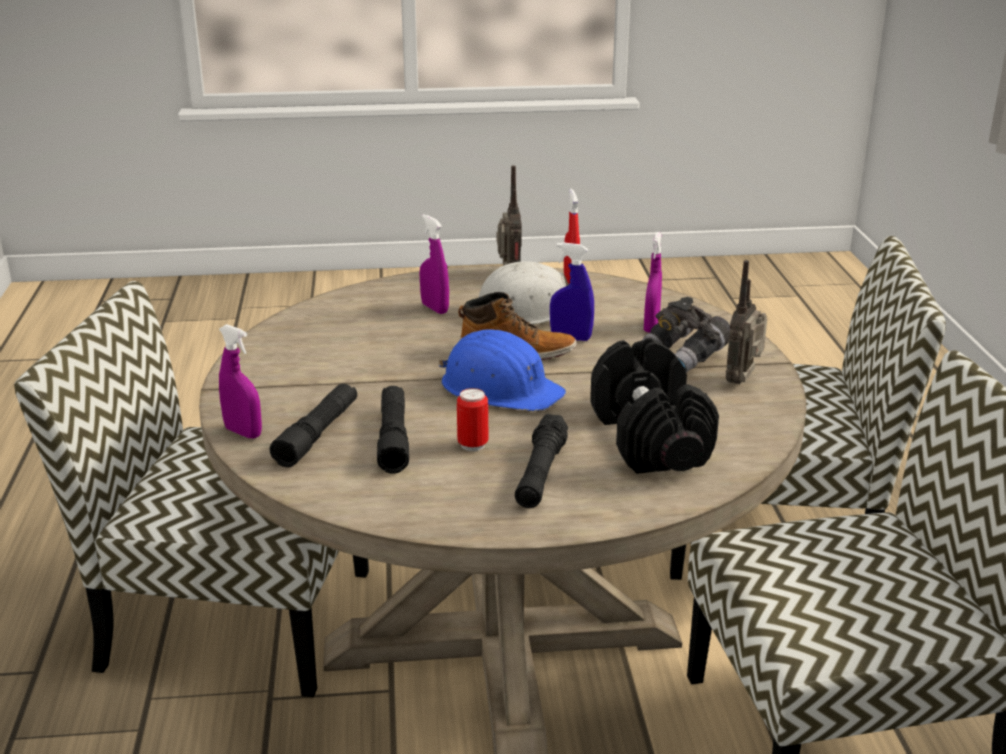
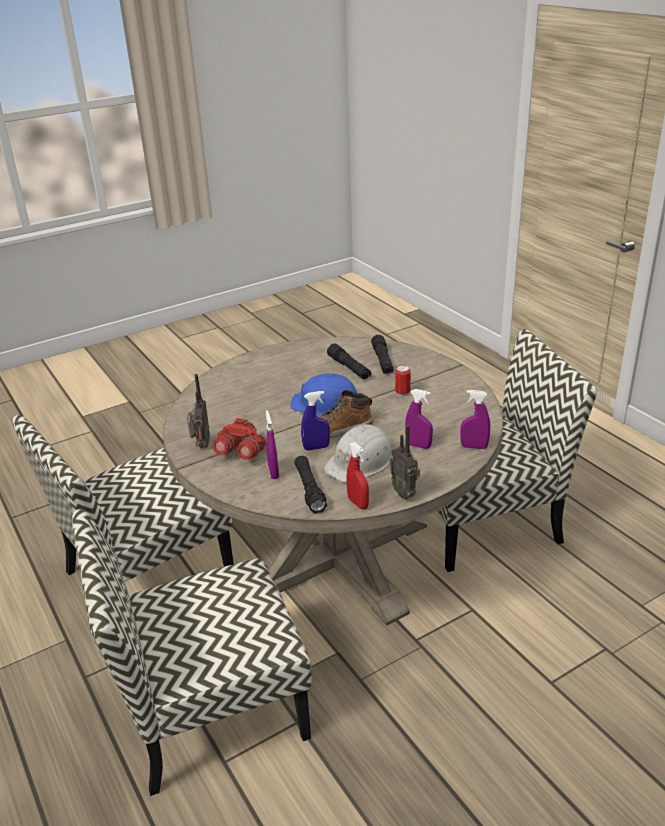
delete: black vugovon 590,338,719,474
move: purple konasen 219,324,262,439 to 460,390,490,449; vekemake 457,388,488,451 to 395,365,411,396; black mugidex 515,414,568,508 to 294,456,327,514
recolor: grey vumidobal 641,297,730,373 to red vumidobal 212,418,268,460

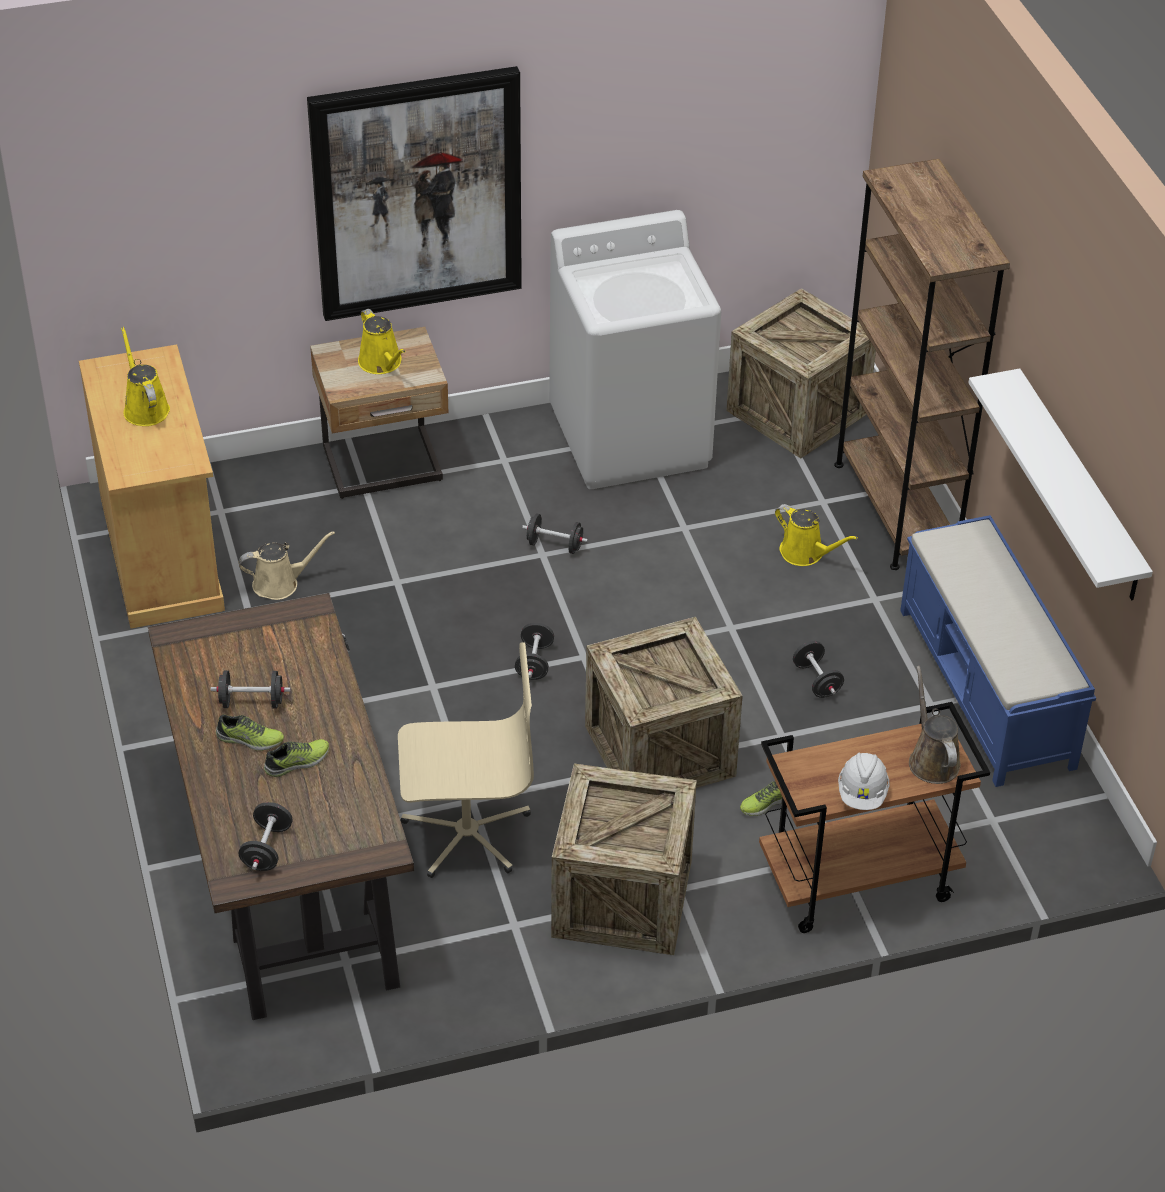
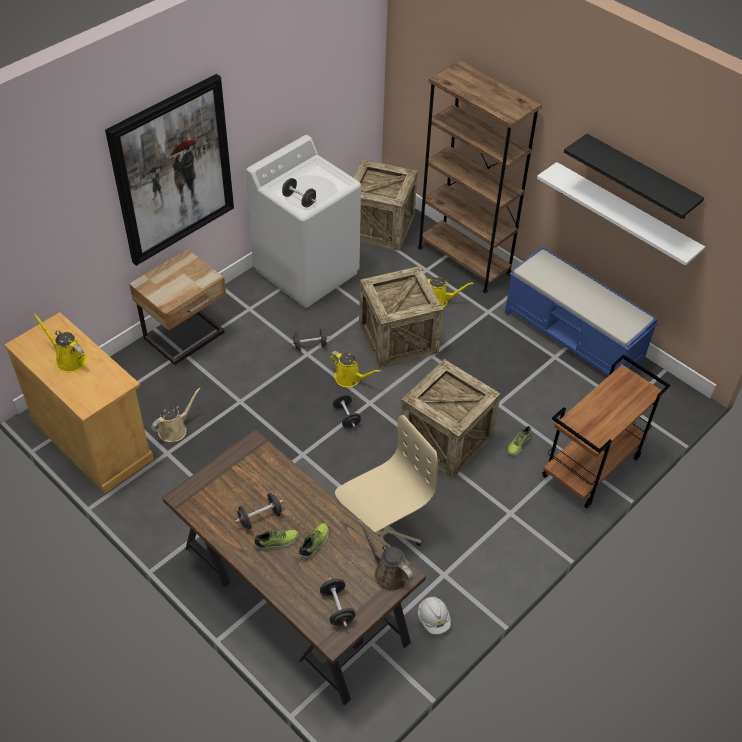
insert: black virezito 564,134,704,219
move: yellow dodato 358,309,406,374 to 330,351,381,387; black vugovon 793,641,844,698 to 282,178,316,208; brown dodato 909,666,961,784 to 358,520,413,592; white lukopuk 838,752,890,810 to 418,596,451,634; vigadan 551,763,697,955 to 359,266,444,368

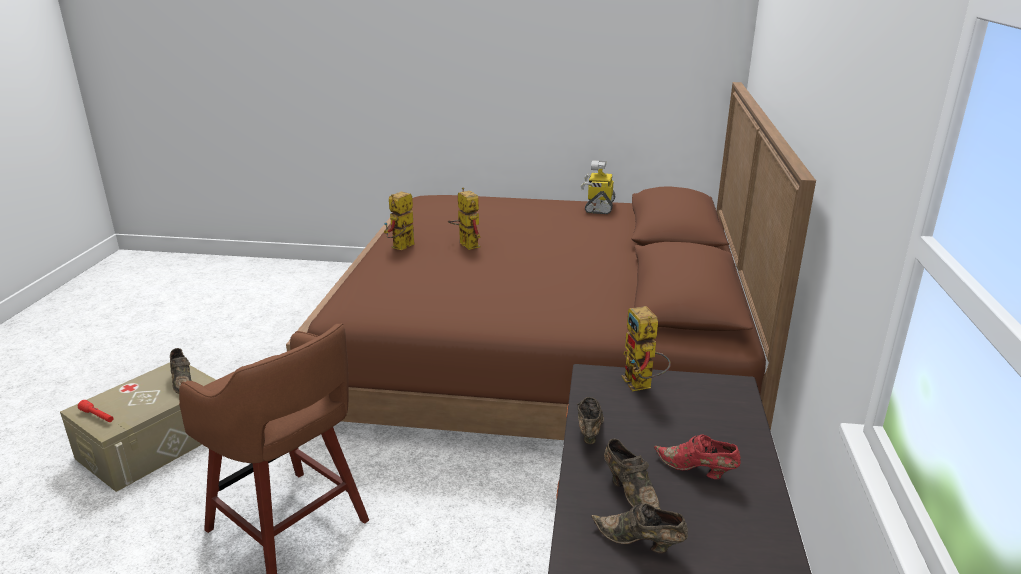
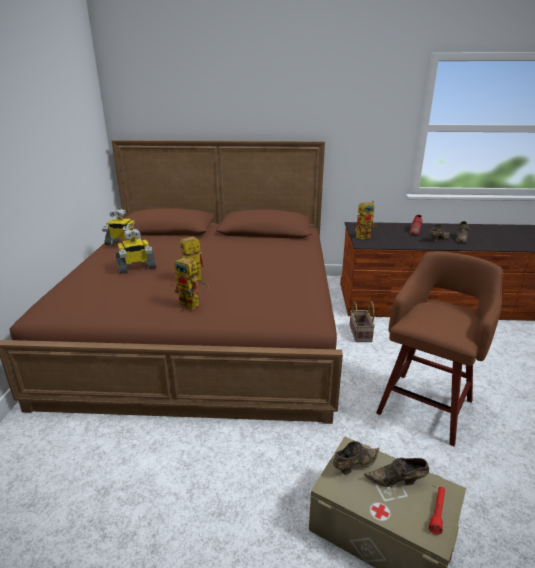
insert: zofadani 116,229,156,274; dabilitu 349,301,375,342
move: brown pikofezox 577,397,604,445 to 364,458,429,487

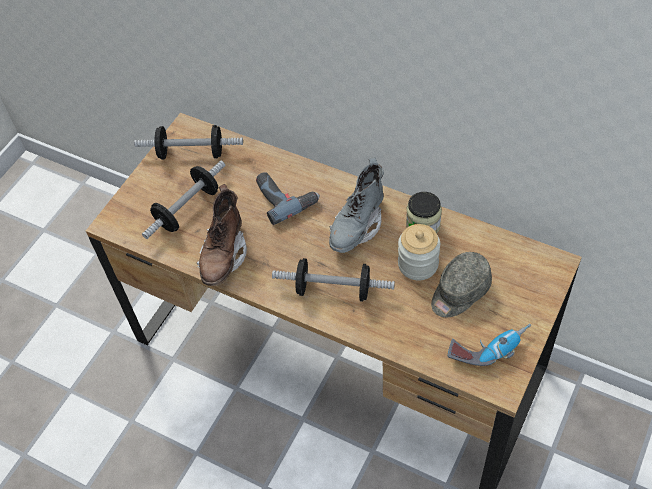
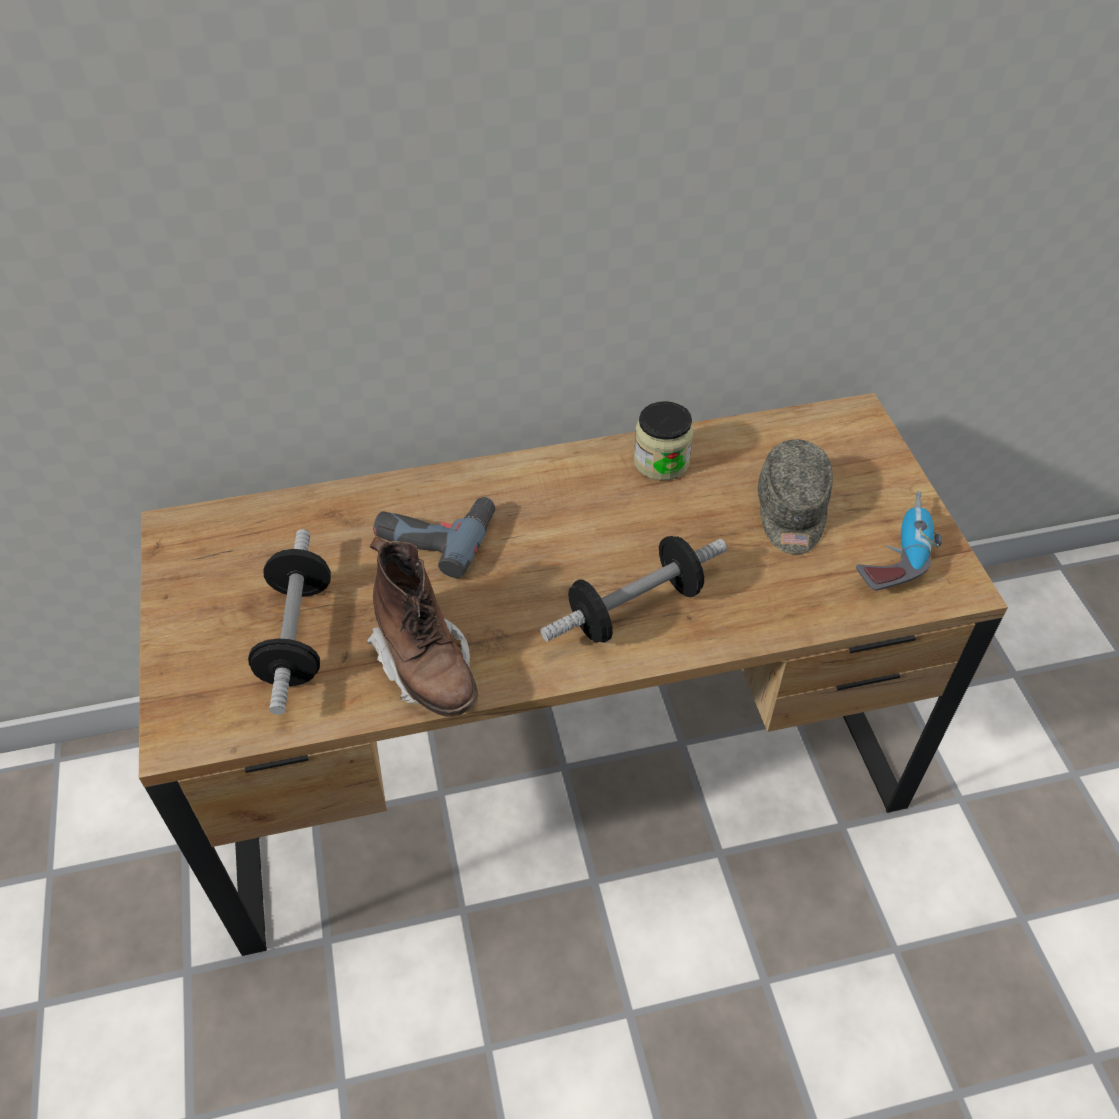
delete: vugovon 134,125,243,160; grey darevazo 329,157,384,253; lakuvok 398,224,440,281

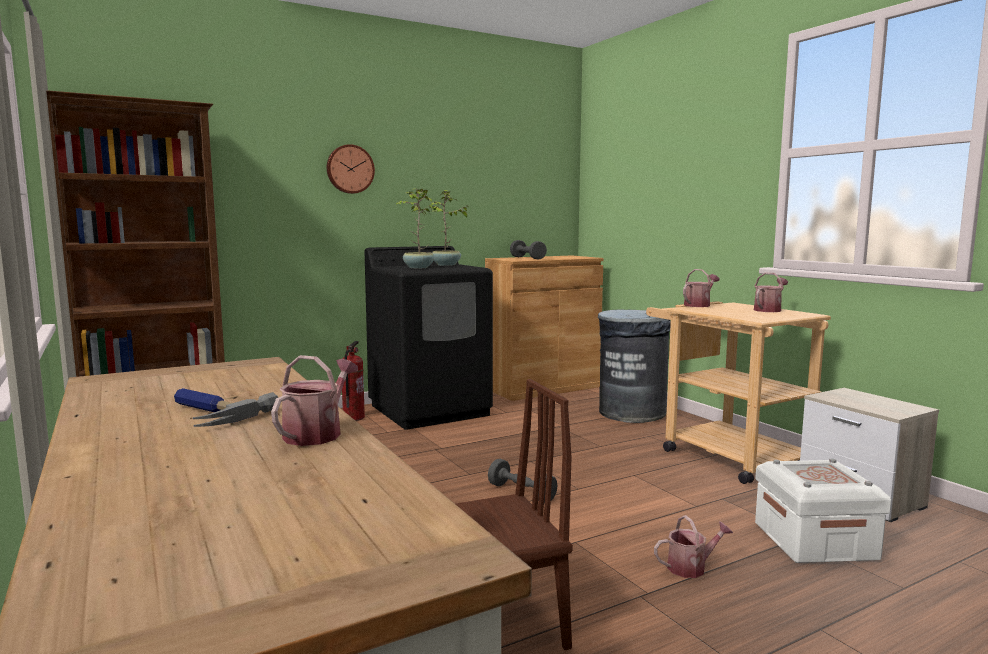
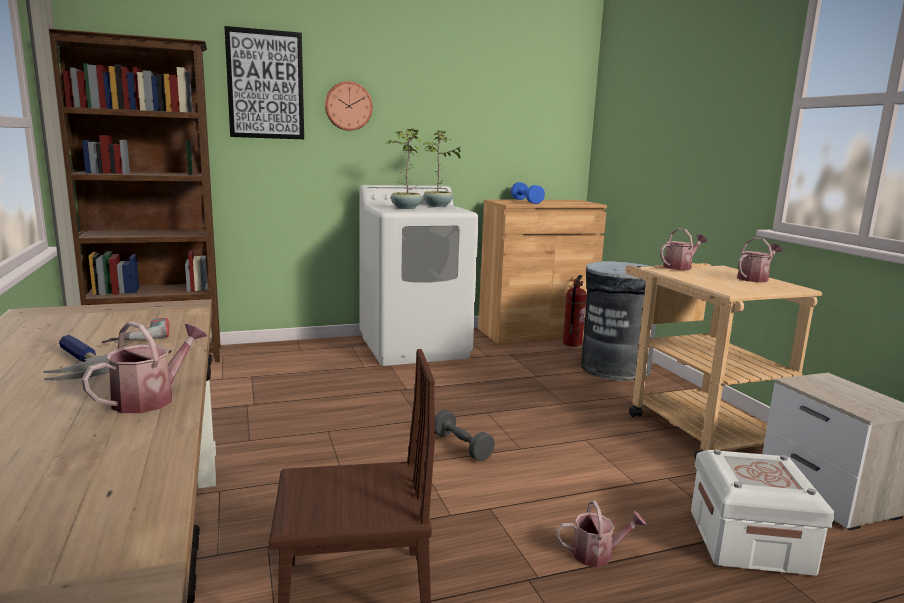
insert: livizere 224,26,304,139; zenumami 102,317,169,343
move: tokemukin 342,341,365,421 to 563,275,586,347
recolor: grey vugovon 510,240,547,260 to blue vugovon 511,182,545,204; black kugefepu 365,246,493,430 to white kugefepu 360,185,479,366

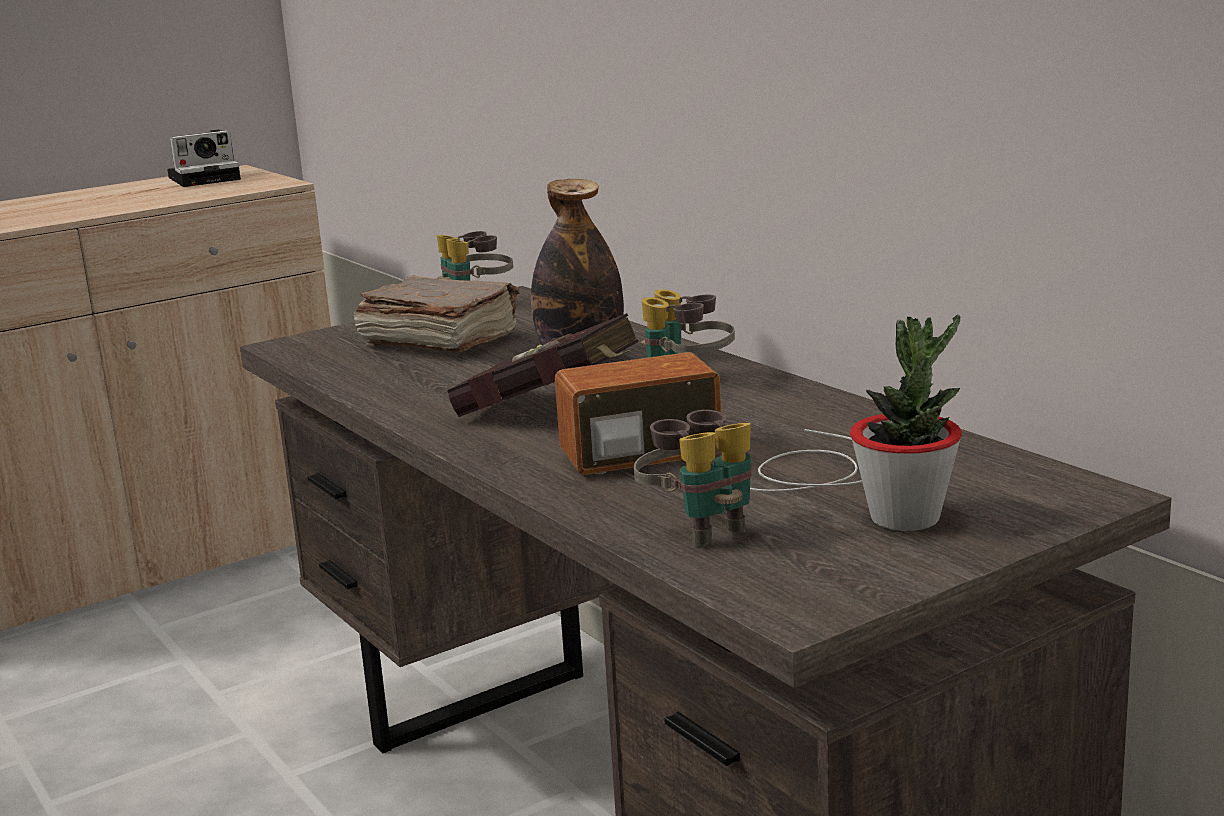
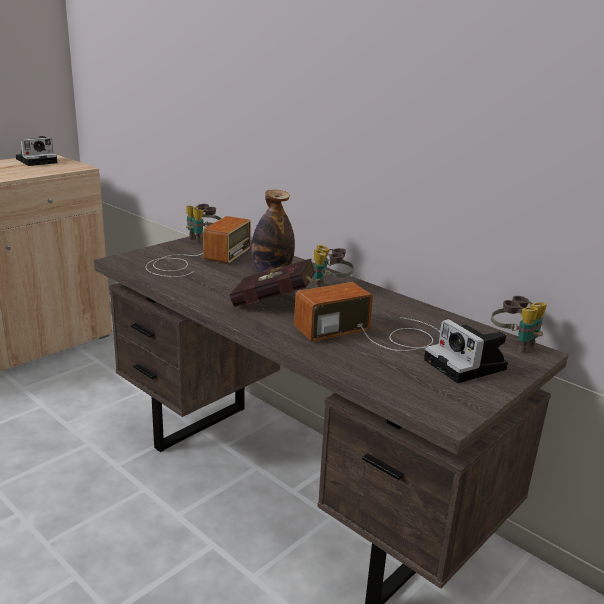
move: vumidobal 634,410,752,547 to 491,296,547,353
replace: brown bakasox 354,275,520,353 to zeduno 145,216,251,277; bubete 850,314,962,531 to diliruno 424,319,508,383

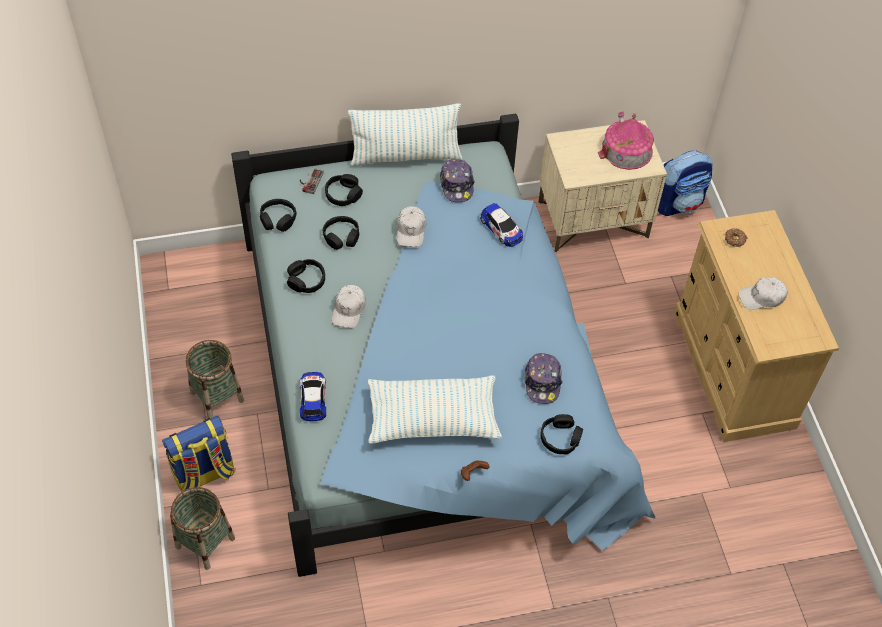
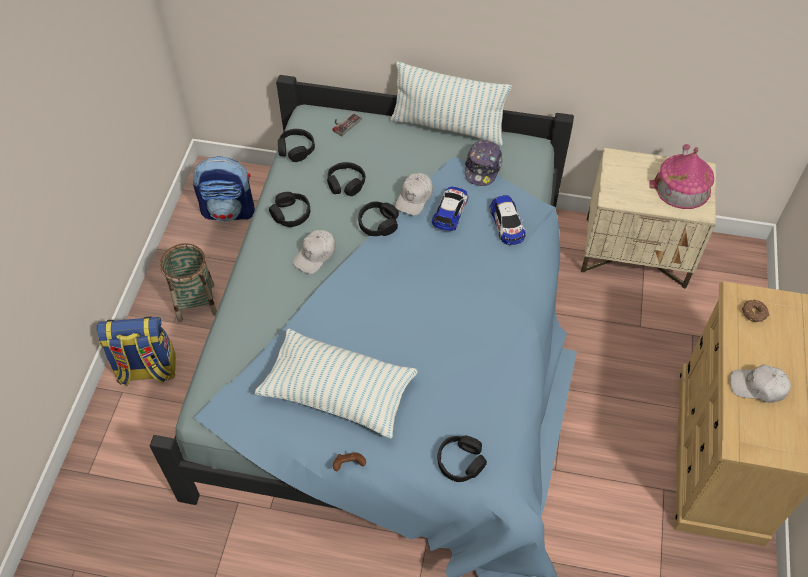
delete: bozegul 525,353,563,404; dabilitu 170,487,235,570
move: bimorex 658,150,713,216 to 193,156,255,222; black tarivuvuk 325,174,363,206 to 358,202,399,236; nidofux 299,372,326,422 to 432,187,468,231

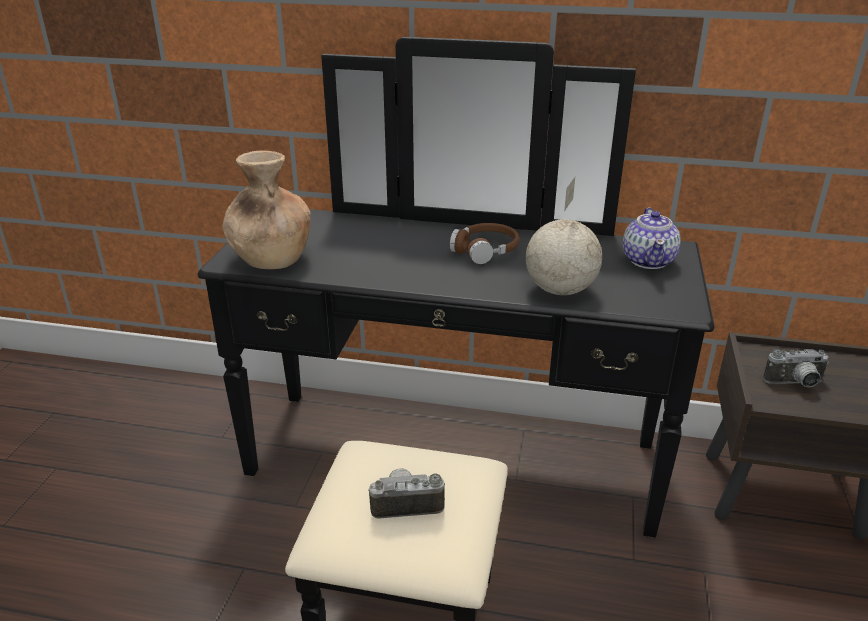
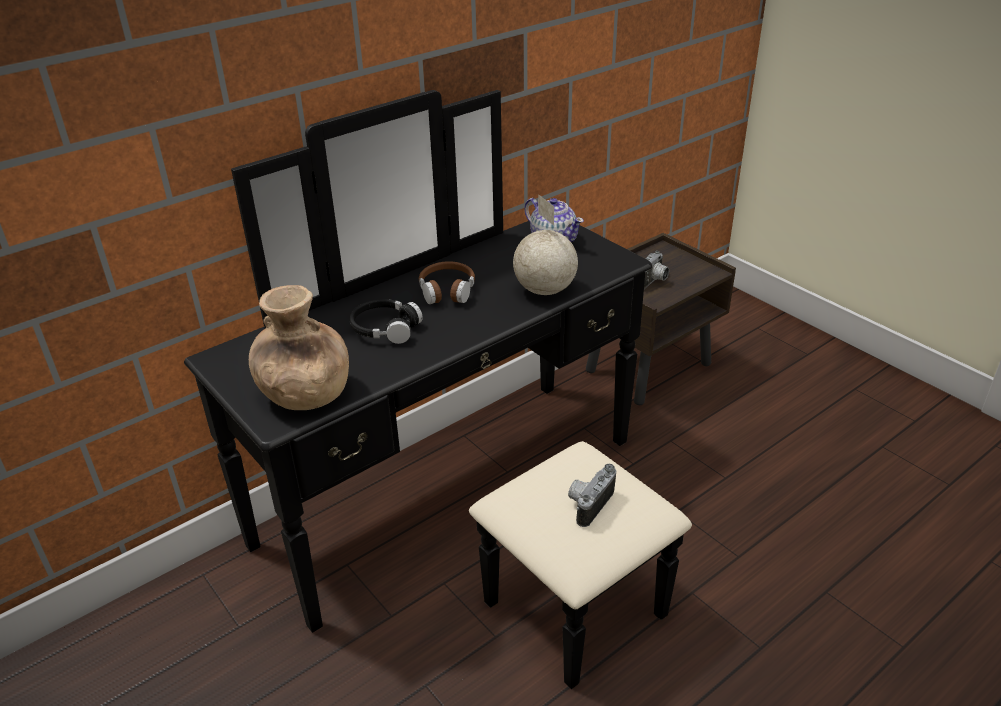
insert: black tarivuvuk 349,299,423,344

